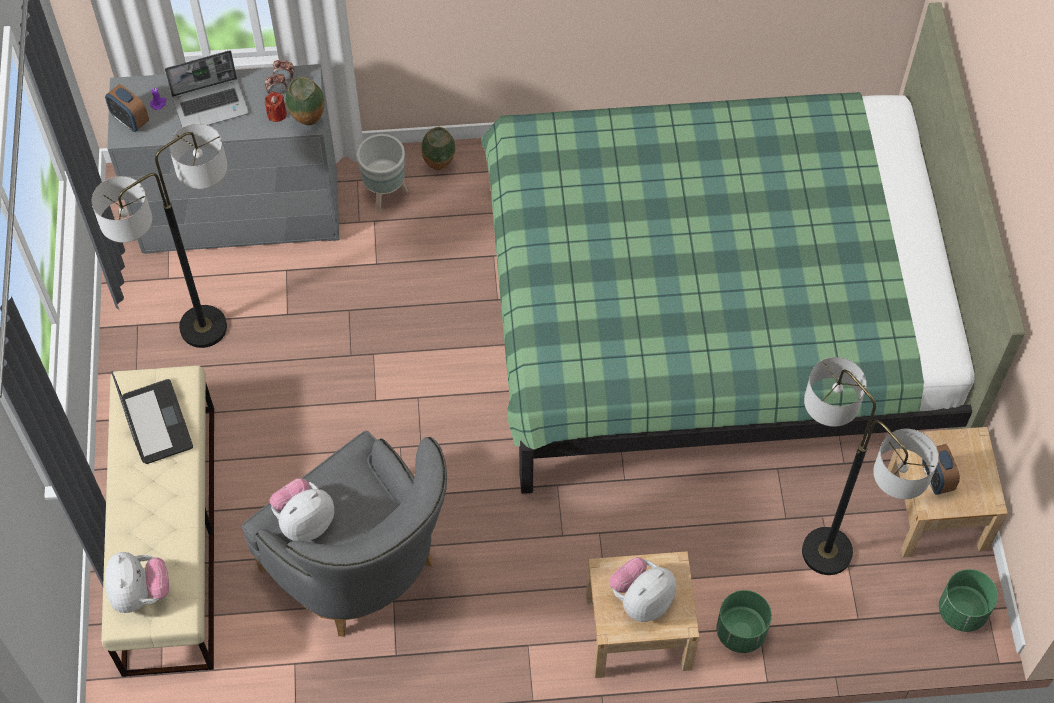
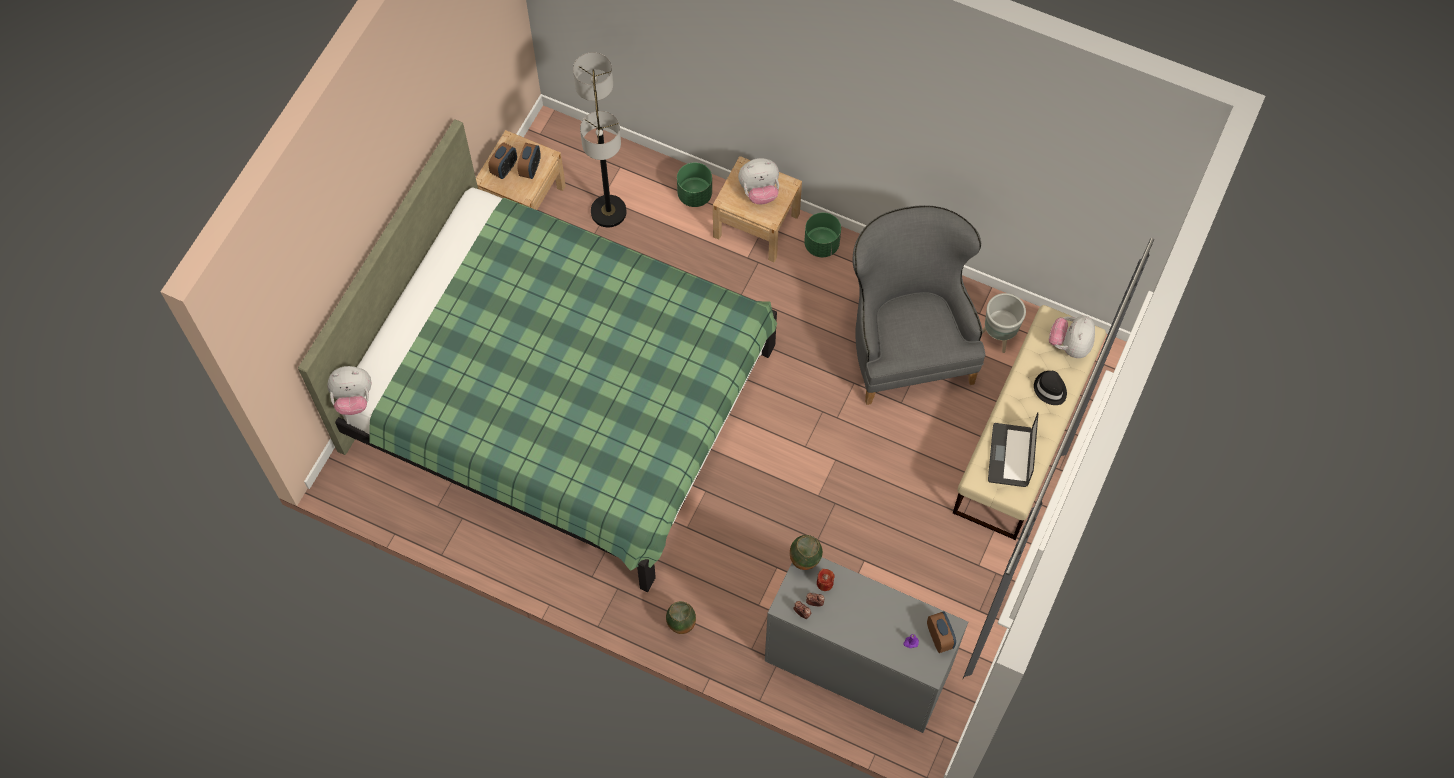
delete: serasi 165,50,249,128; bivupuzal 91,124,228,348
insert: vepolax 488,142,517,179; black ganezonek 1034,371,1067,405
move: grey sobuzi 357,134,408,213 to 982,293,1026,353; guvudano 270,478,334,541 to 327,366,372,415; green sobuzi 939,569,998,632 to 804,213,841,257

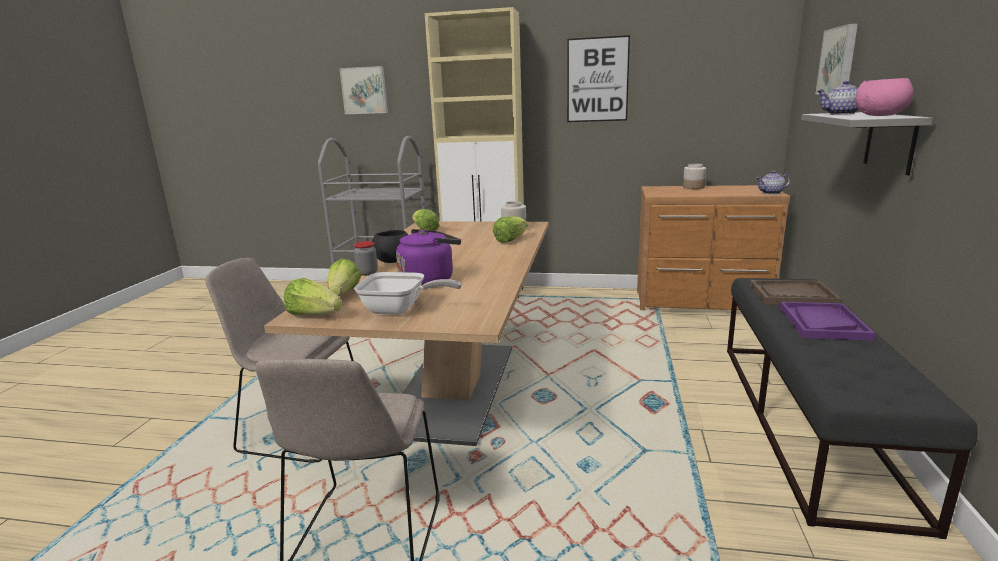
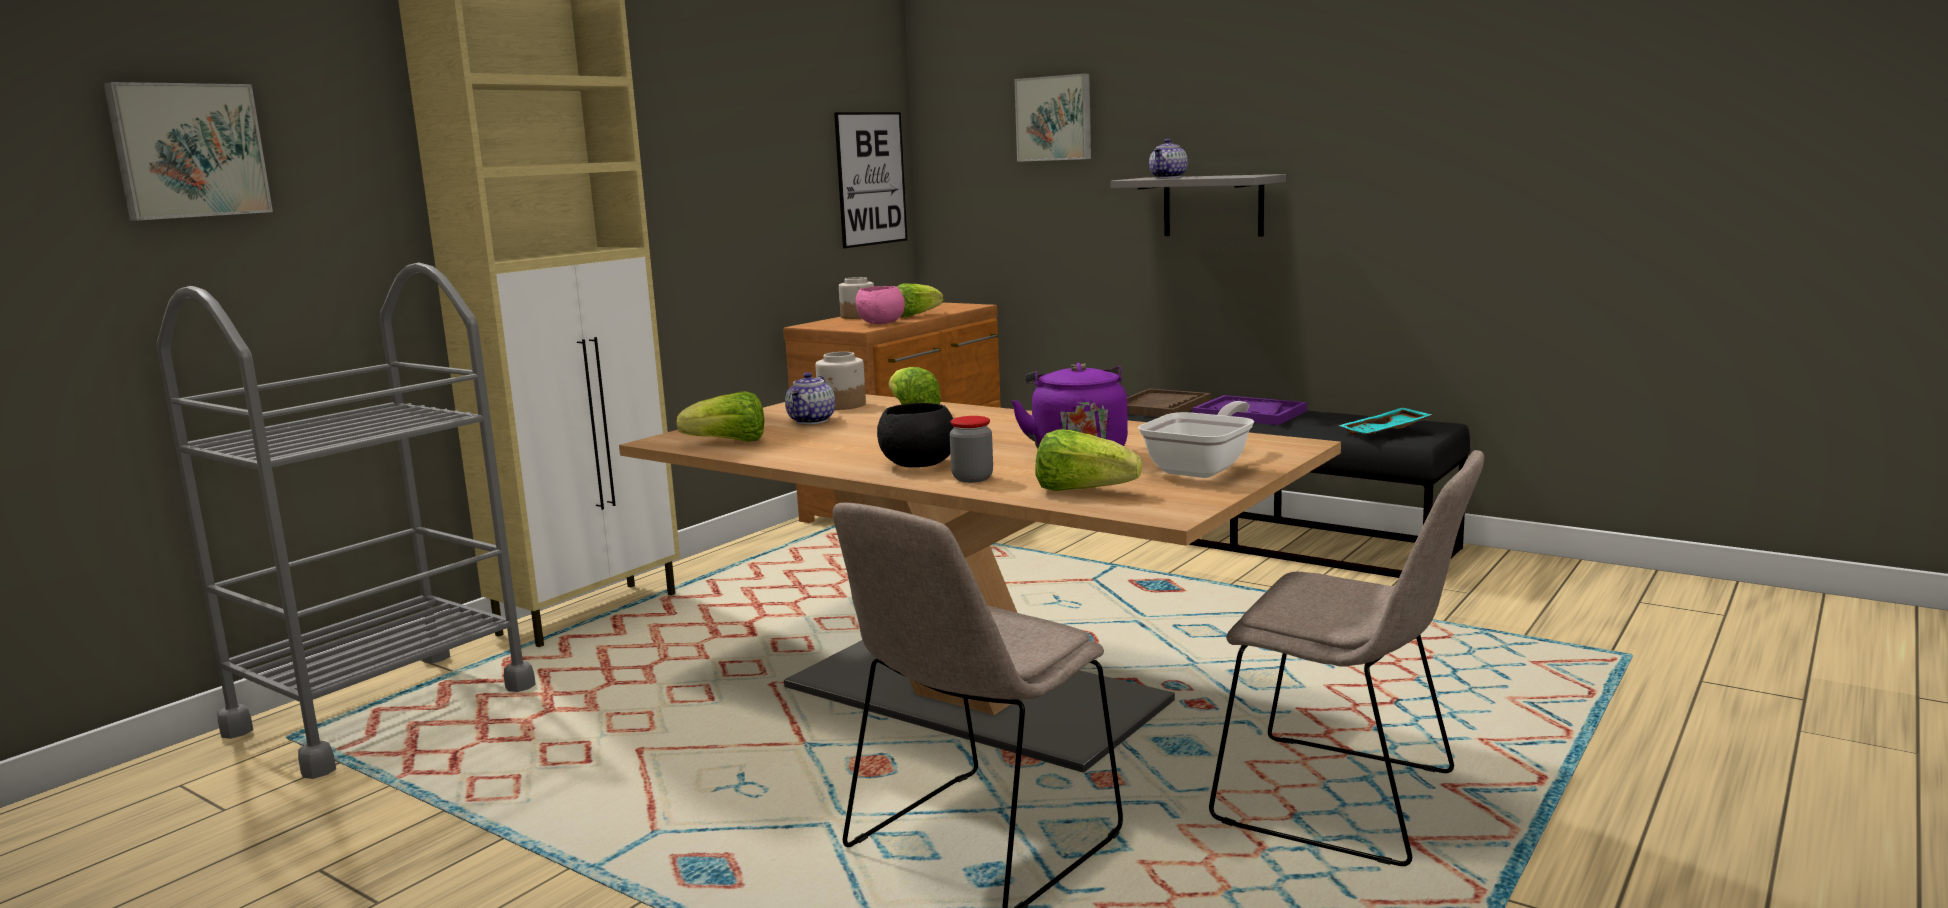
insert: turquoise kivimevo 1339,407,1432,435
move: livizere 567,35,630,122 to 834,112,907,248; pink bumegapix 855,78,913,116 to 855,286,905,324; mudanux 756,171,790,194 to 785,372,835,424; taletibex 284,278,343,315 to 897,283,944,317

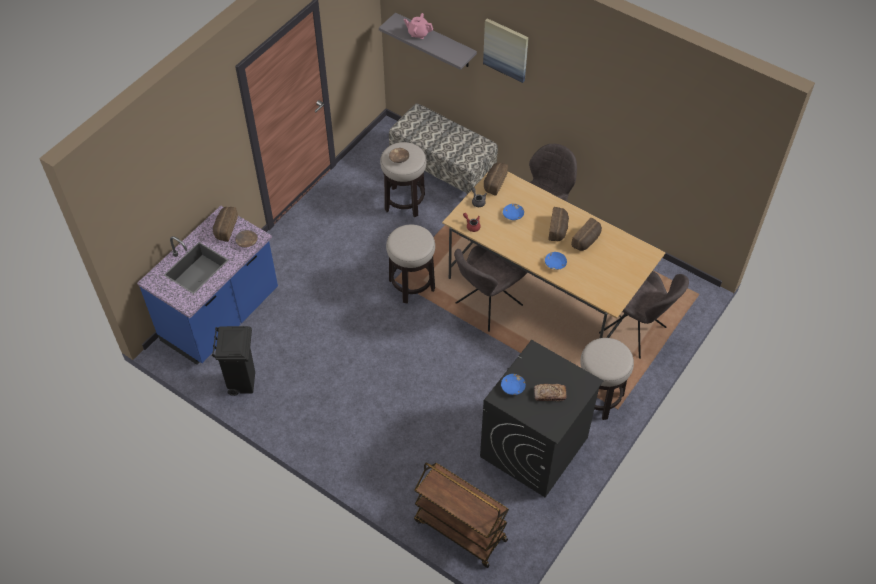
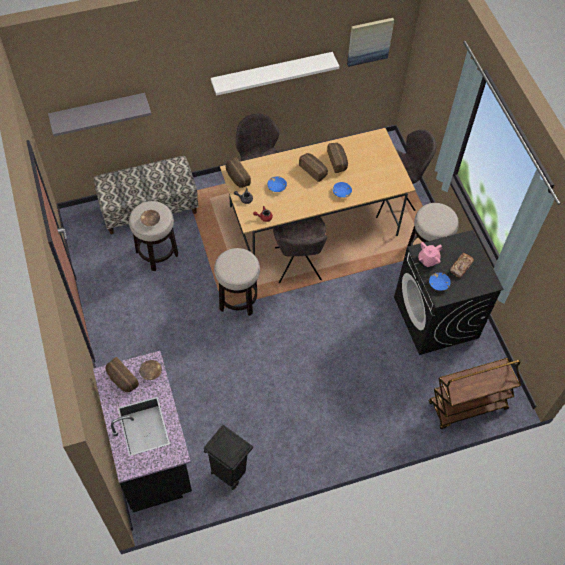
insert: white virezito 211,52,339,96
move: pink mudanux 404,13,433,39 to 418,242,442,267; livizere 483,18,529,83 to 347,18,394,67
recolor: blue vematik 137,206,278,365 to black vematik 93,351,192,512

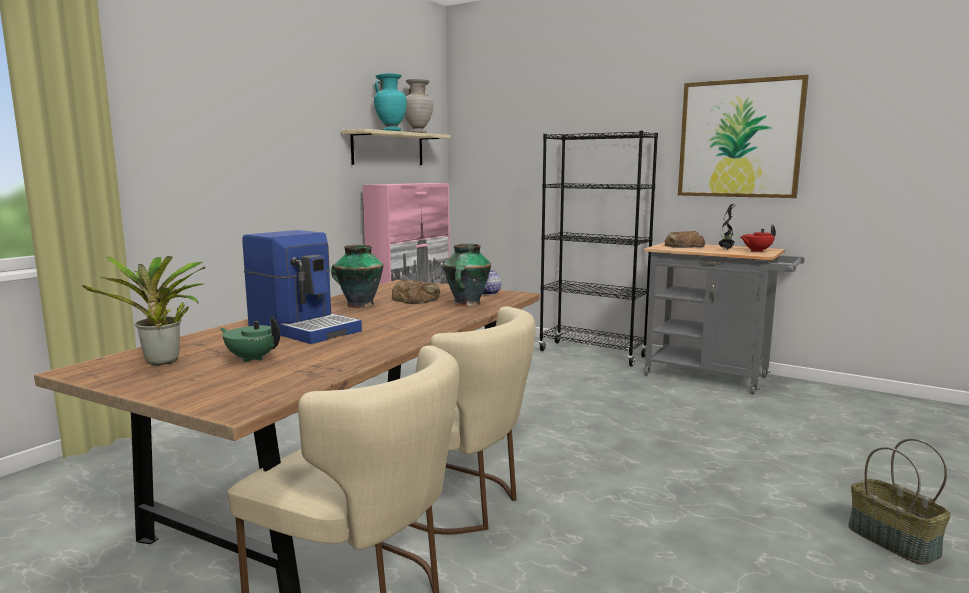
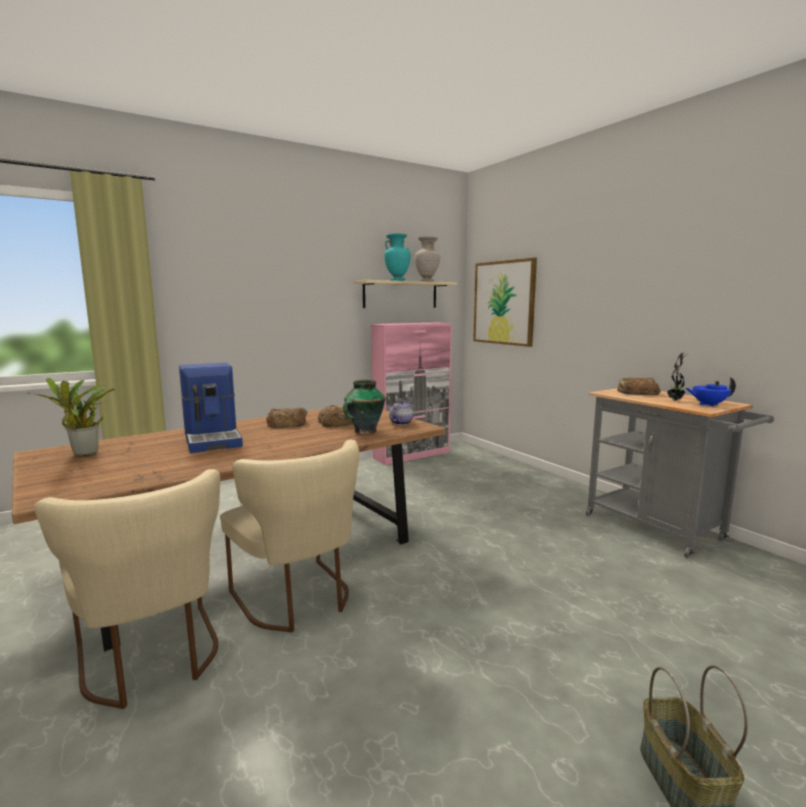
delete: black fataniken 539,131,658,366; green mudanux 220,317,280,362
move: livizere 678,75,809,198 to 473,258,537,347
replace: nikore 331,245,383,308 to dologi 266,408,308,428
recolor: red mudanux 741,225,776,252 to blue mudanux 685,377,736,407

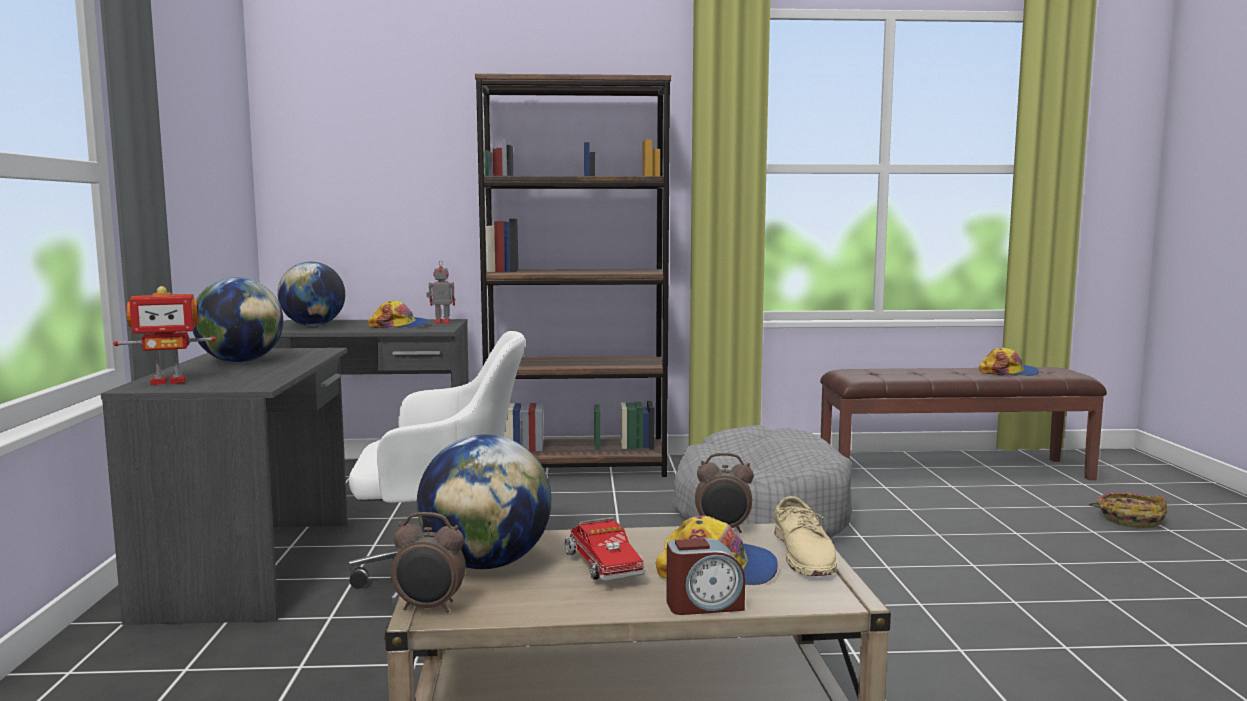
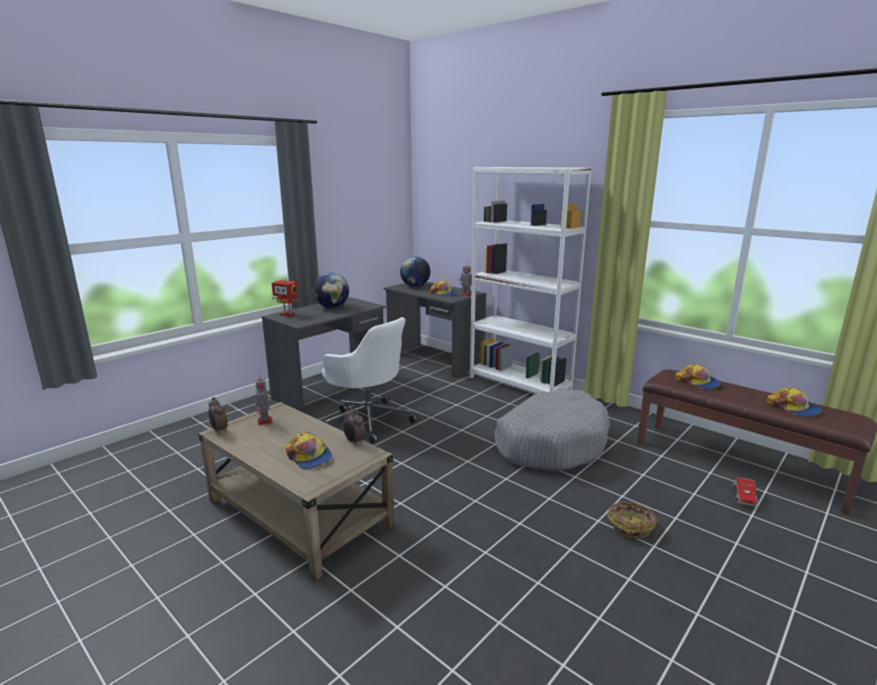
delete: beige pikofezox 774,496,837,576; vepolax 666,538,745,615
insert: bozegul 675,364,721,390
move: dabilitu 1088,493,1167,528 to 607,501,657,539; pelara 565,517,645,581 to 732,477,757,507
replace: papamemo 417,434,551,569 to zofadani 256,374,273,425
recolor: brown fataniken 475,74,671,477 to white fataniken 470,167,592,394

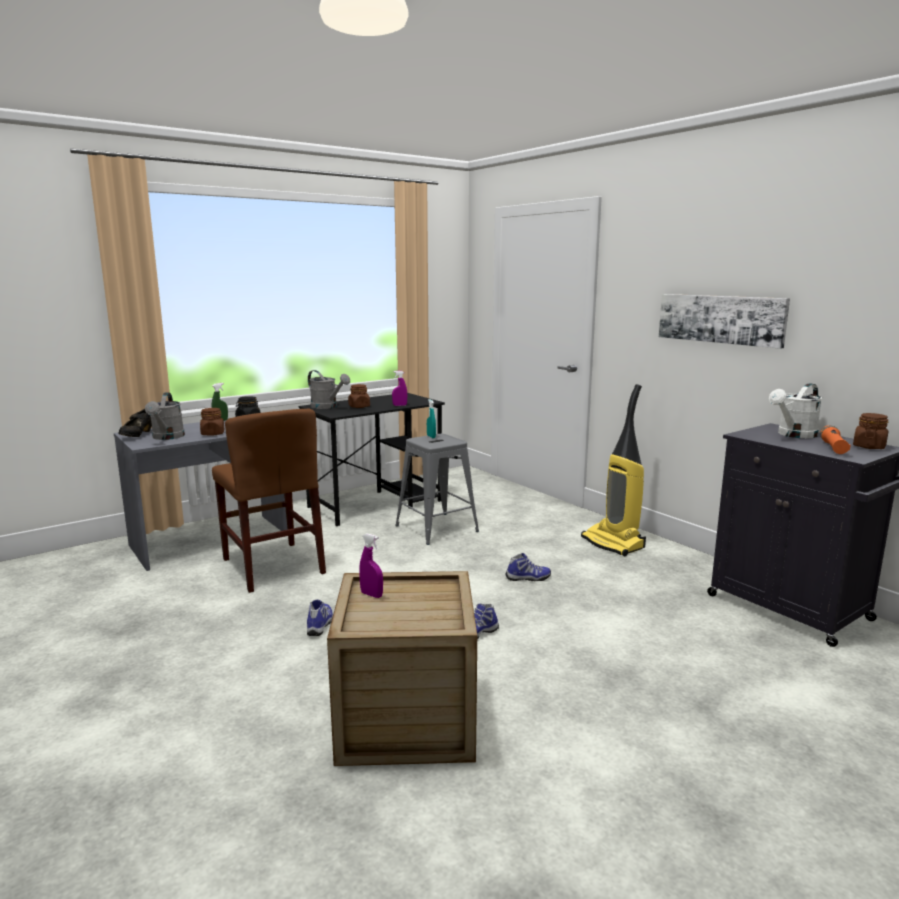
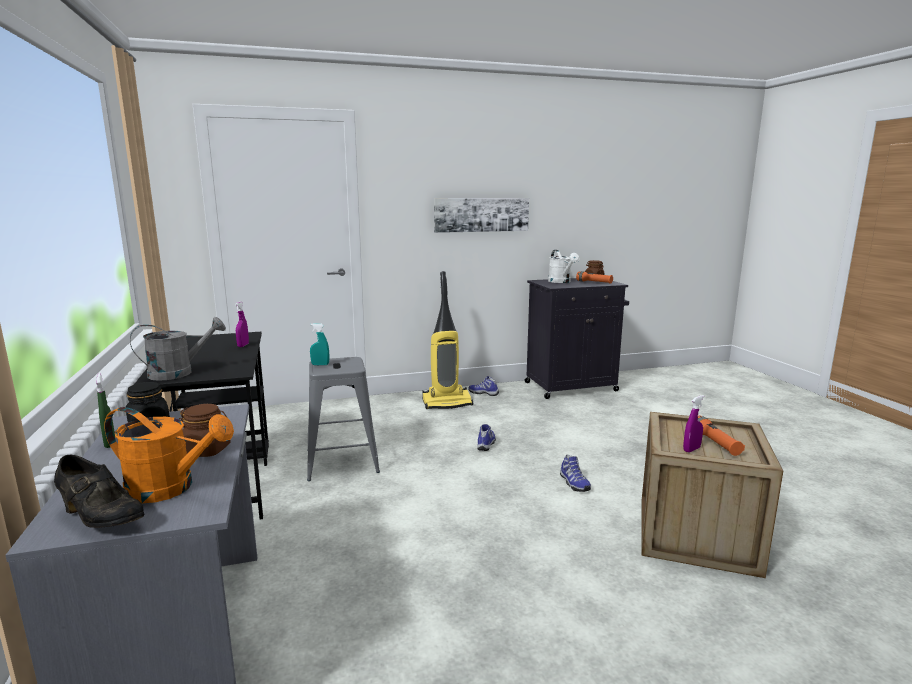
delete: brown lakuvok 348,384,370,408; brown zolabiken 212,409,326,593
insert: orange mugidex 698,416,745,456
move: pikofezox 307,600,333,636 to 468,376,499,396
recolor: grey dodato 145,392,185,440 to orange dodato 104,407,234,503

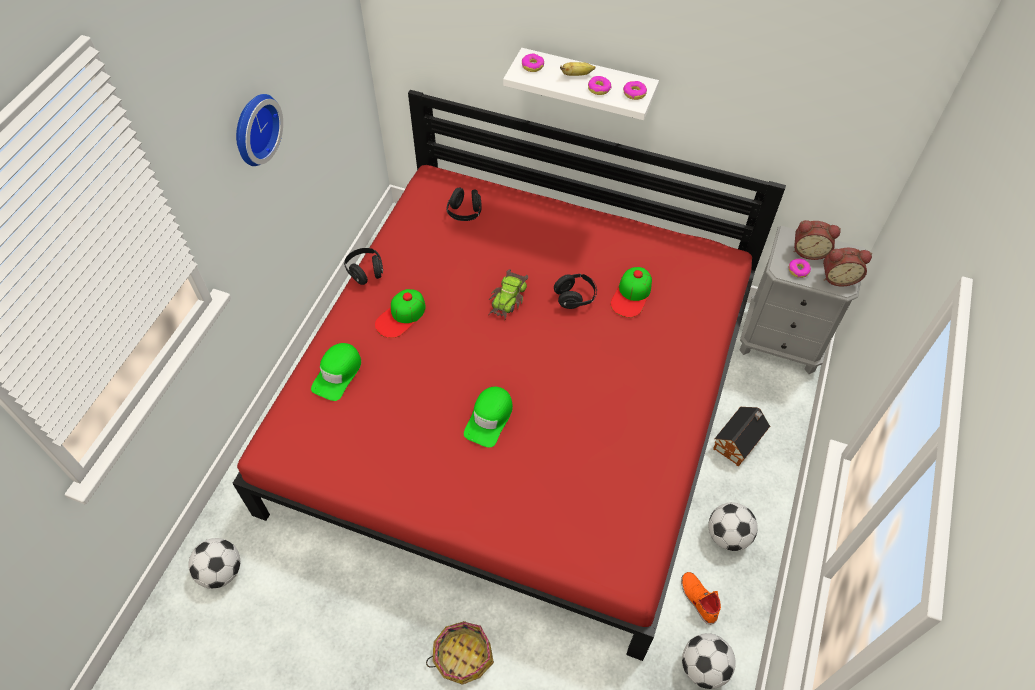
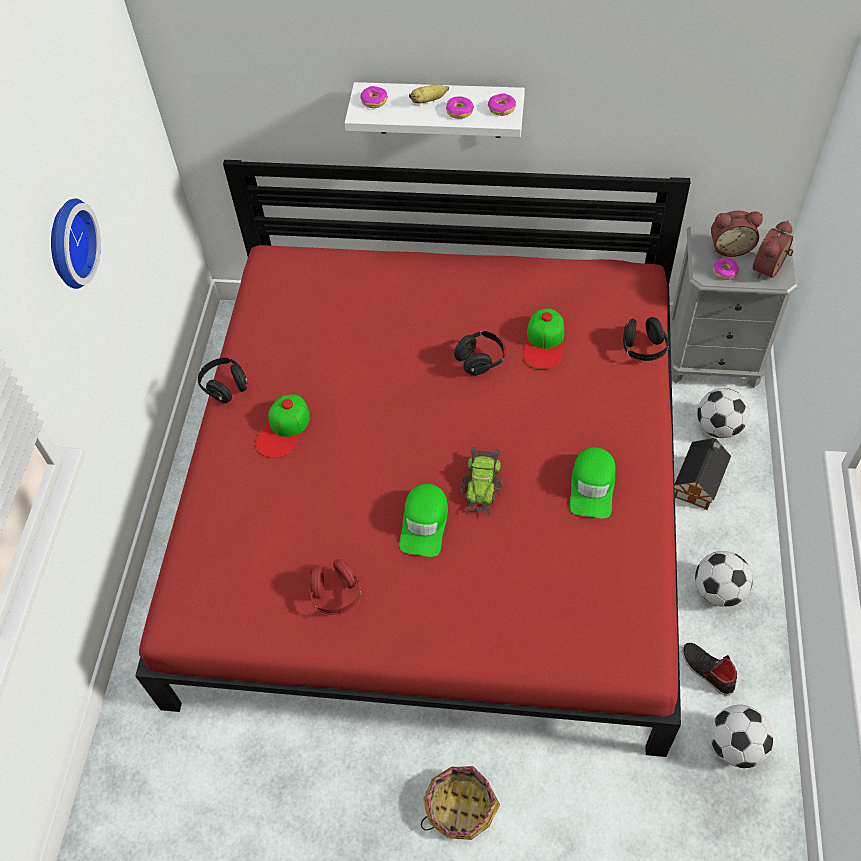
insert: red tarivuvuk 309,559,362,616
move: black tarivuvuk 447,188,482,221 to 623,317,669,361; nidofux 489,270,528,319 to 460,447,503,515; green bozegul 311,343,361,401 to 570,447,616,518; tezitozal 188,538,240,589 to 697,388,749,438
recolor: orange pikofezox 681,572,721,624 to black pikofezox 682,642,737,696
rotate: vepolax 823,248,872,286 = 753,220,794,279 135 degrees clockwise

